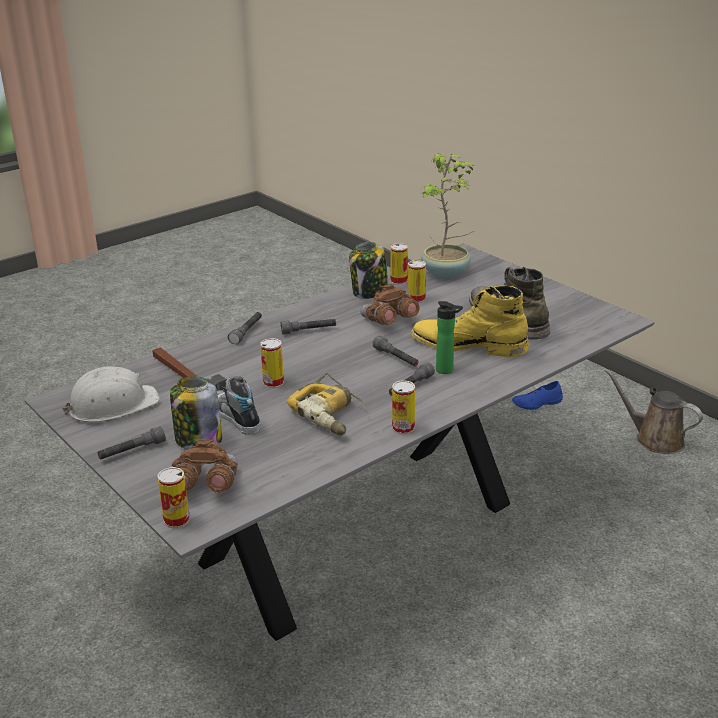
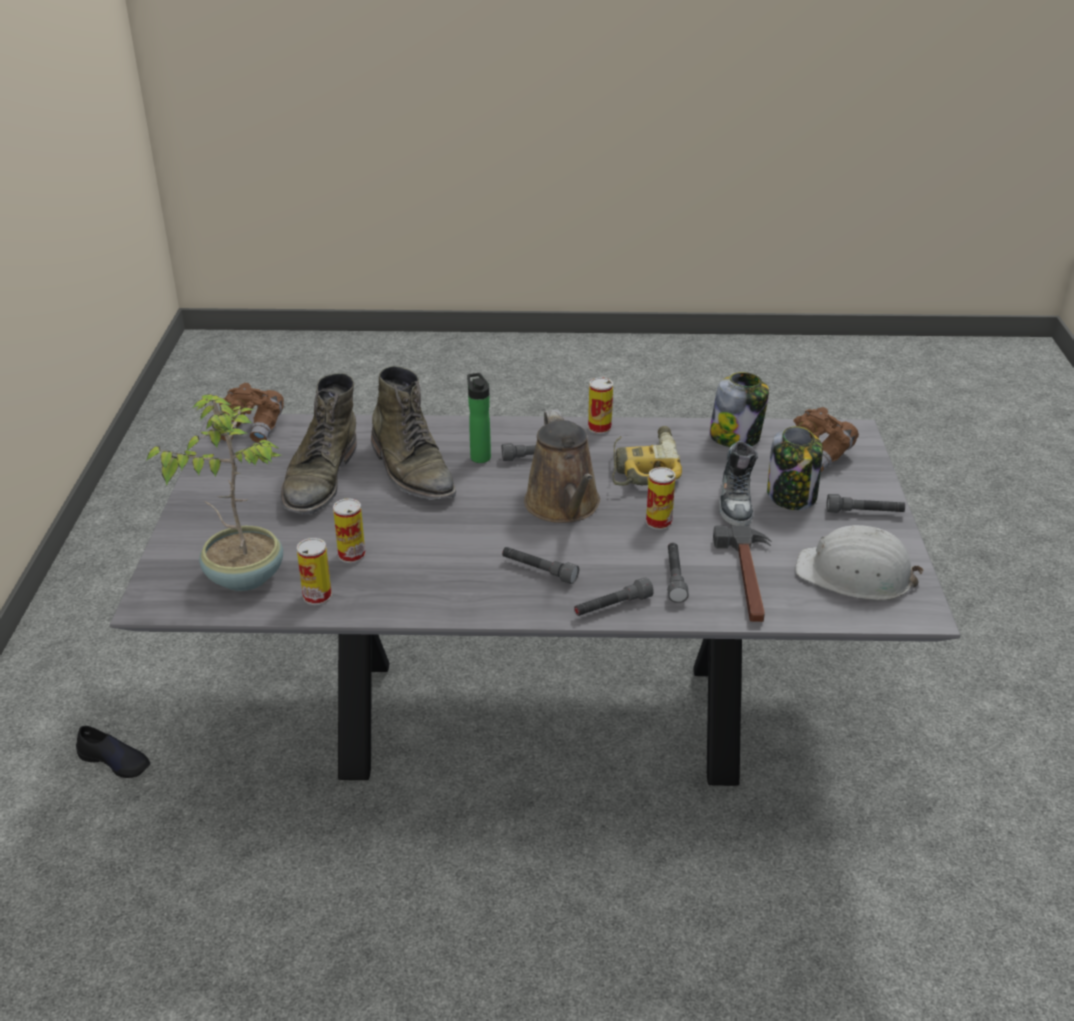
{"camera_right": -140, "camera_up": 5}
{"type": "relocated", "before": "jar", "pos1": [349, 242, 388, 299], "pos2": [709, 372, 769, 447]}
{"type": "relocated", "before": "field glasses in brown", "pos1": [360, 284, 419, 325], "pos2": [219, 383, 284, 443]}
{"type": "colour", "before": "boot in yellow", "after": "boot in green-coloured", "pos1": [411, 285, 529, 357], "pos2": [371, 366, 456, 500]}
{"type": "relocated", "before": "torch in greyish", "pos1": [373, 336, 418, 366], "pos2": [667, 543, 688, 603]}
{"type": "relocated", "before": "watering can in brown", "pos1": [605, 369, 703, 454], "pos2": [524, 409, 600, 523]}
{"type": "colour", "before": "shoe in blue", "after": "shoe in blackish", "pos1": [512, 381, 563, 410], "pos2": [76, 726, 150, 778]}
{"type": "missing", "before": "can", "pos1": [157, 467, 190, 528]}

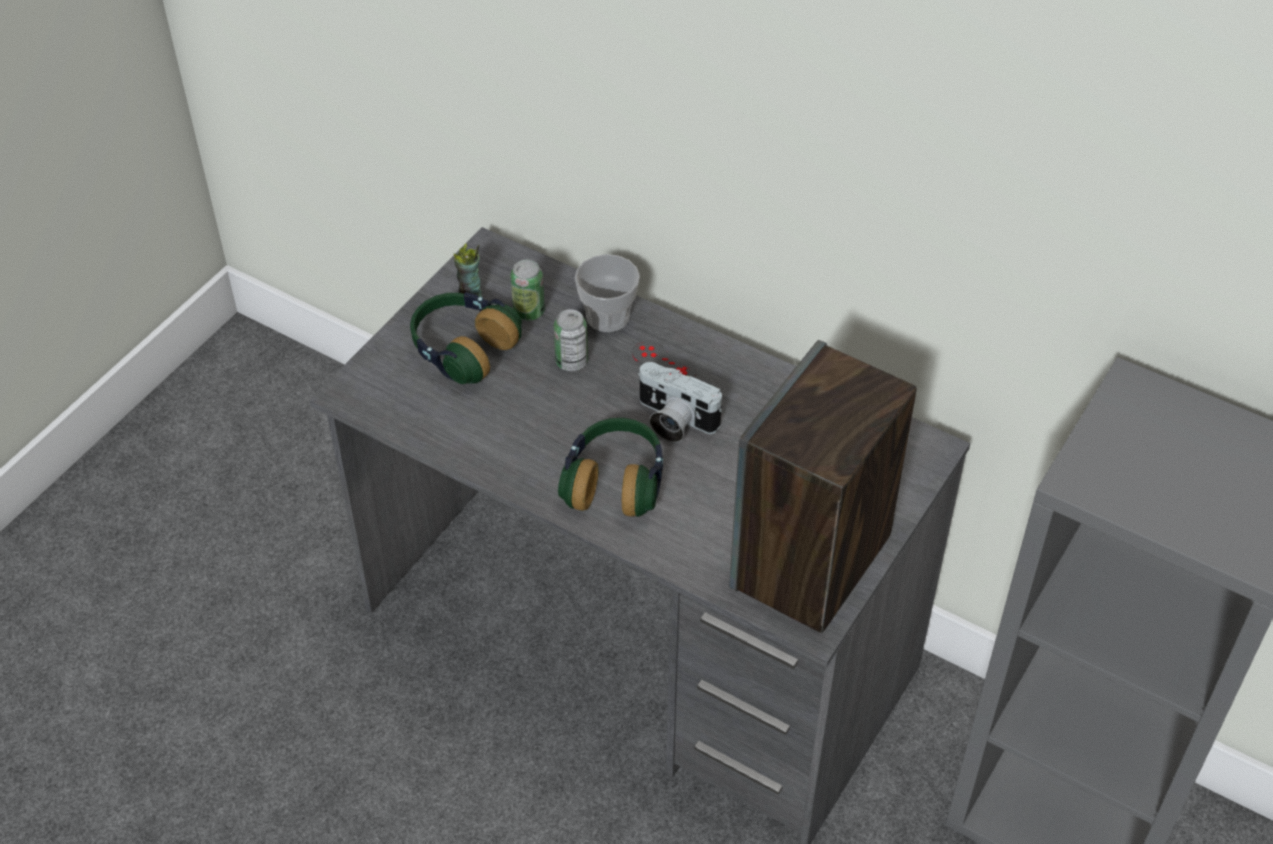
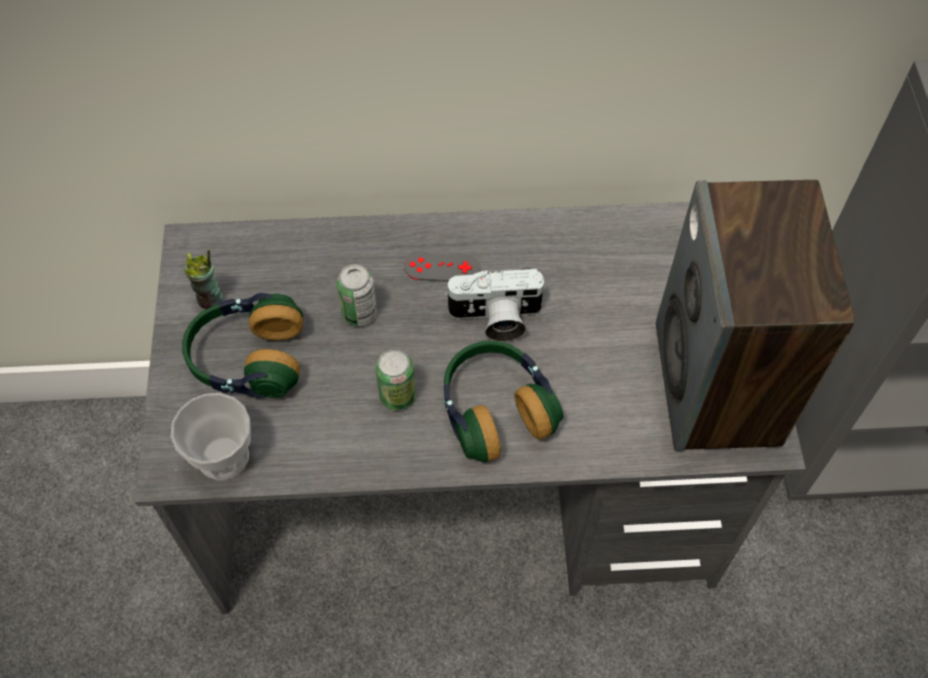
{"camera_right": -35, "camera_up": 10}
{"type": "relocated", "before": "drinking cup", "pos1": [575, 254, 640, 332], "pos2": [171, 393, 251, 480]}
{"type": "relocated", "before": "can", "pos1": [510, 260, 545, 321], "pos2": [375, 349, 416, 410]}

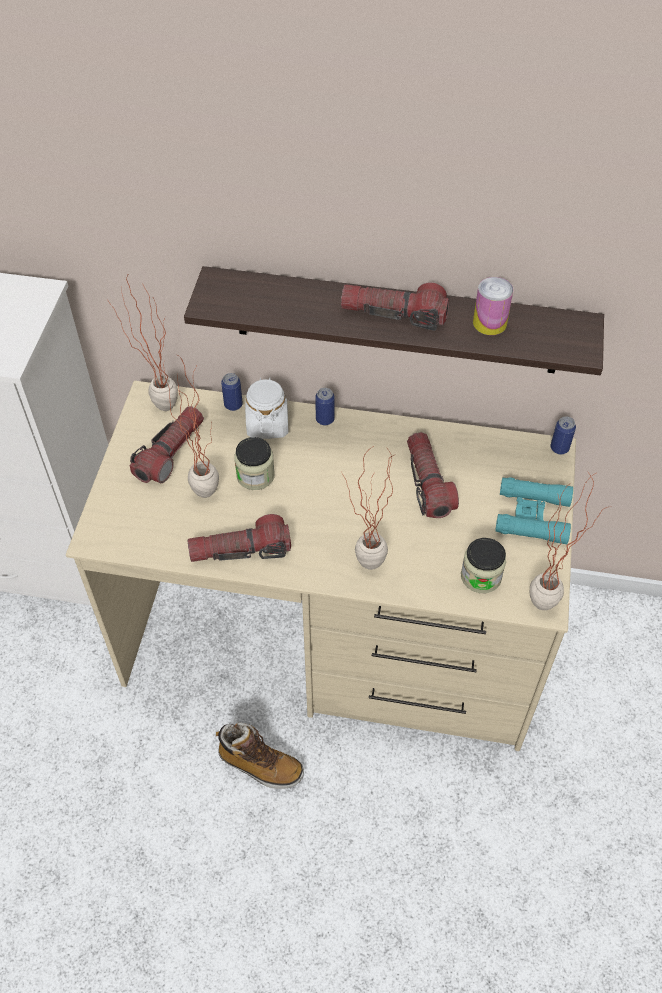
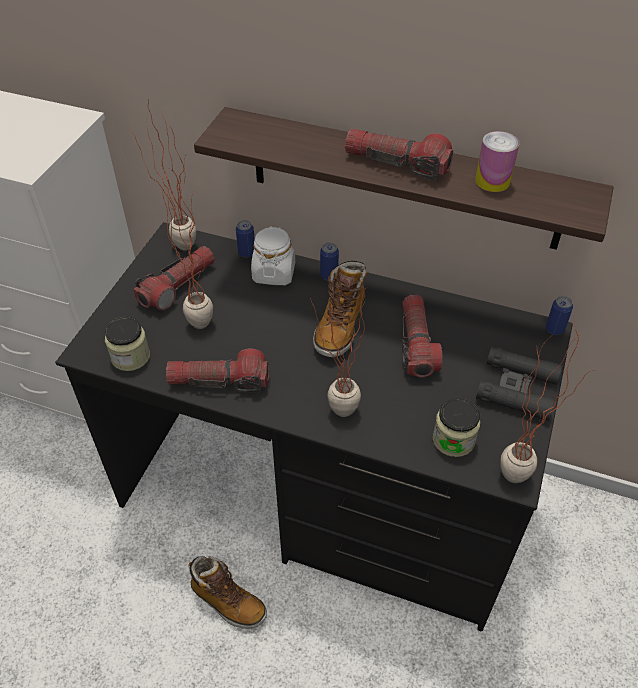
{"camera_right": 10, "camera_up": -5}
{"type": "colour", "before": "desk unit in beige", "after": "desk unit in blackish", "pos1": [66, 381, 576, 751], "pos2": [55, 222, 573, 631]}
{"type": "relocated", "before": "jar", "pos1": [234, 437, 275, 490], "pos2": [105, 317, 150, 371]}
{"type": "colour", "before": "field glasses in turquoise", "after": "field glasses in blackish", "pos1": [495, 477, 573, 545], "pos2": [476, 347, 563, 421]}
{"type": "appeared", "after": "boot", "pos2": [313, 261, 367, 358]}

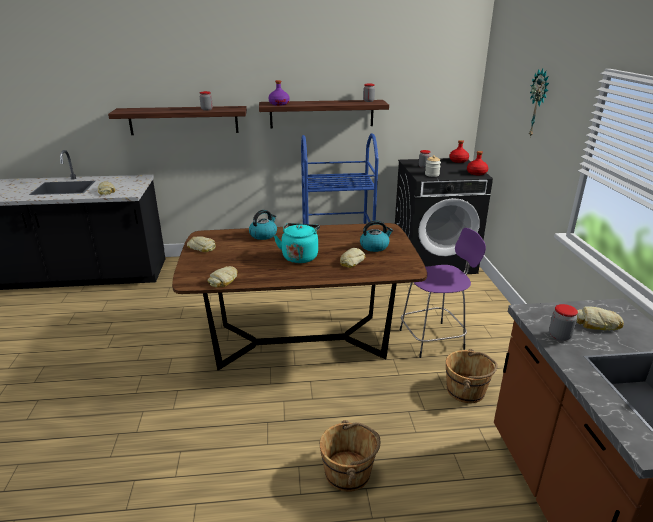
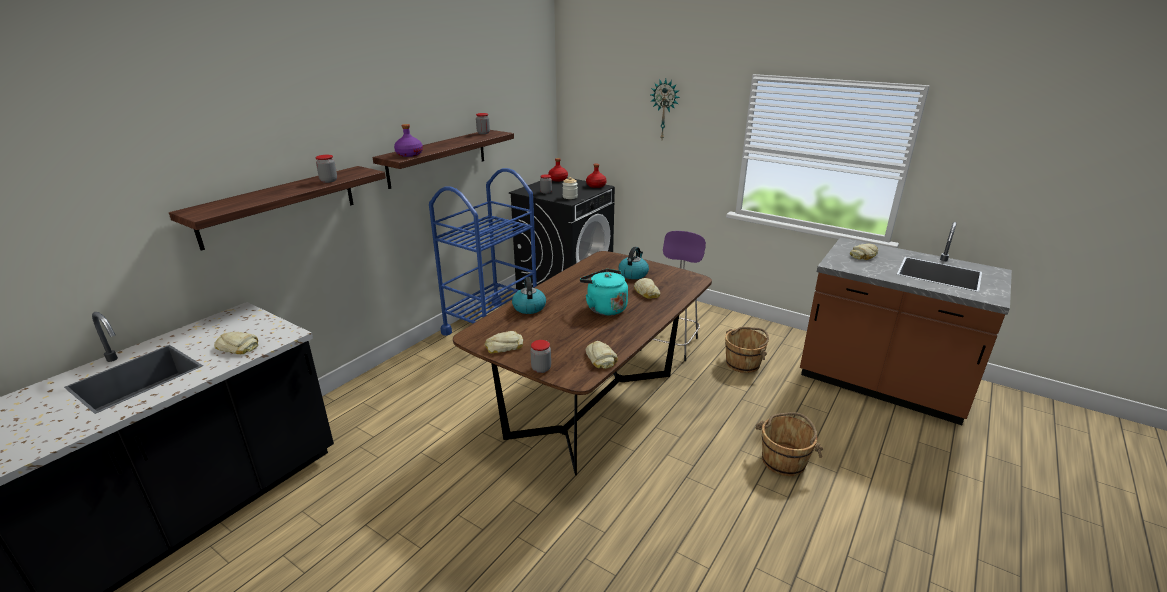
{"camera_right": -50, "camera_up": 0}
{"type": "relocated", "before": "jar", "pos1": [549, 304, 578, 341], "pos2": [530, 340, 551, 373]}

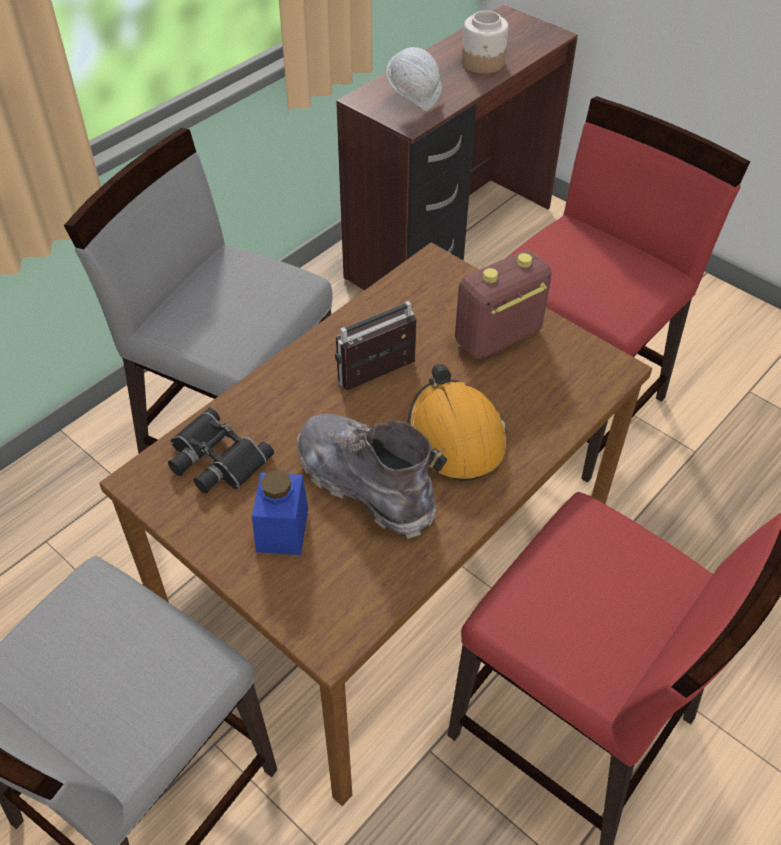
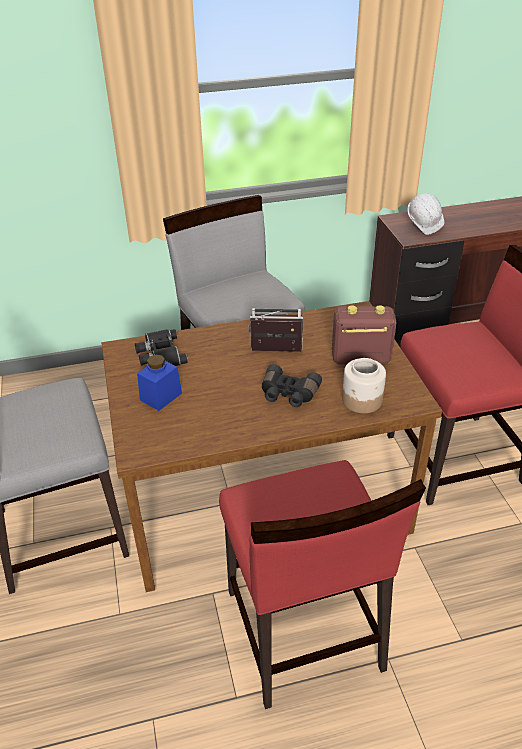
{"camera_right": 35, "camera_up": -10}
{"type": "relocated", "before": "jar", "pos1": [462, 11, 508, 74], "pos2": [342, 358, 386, 413]}
{"type": "exchanged", "before": "hard hat in orangey", "after": "field glasses in blackish", "pos1": [408, 363, 507, 481], "pos2": [262, 364, 322, 407]}
{"type": "missing", "before": "boot in greyish", "pos1": [297, 414, 436, 539]}

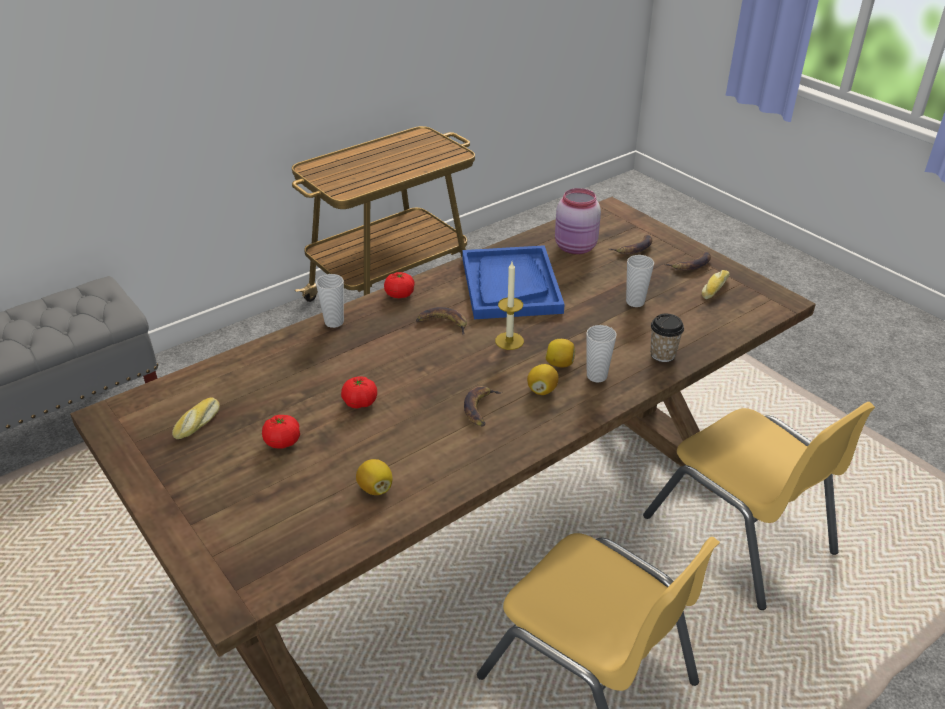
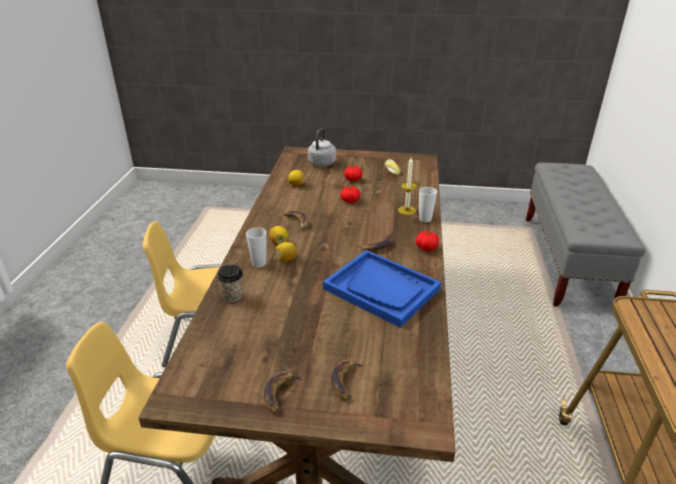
{"camera_right": 135, "camera_up": -5}
{"type": "missing", "before": "jar in pink", "pos1": [555, 188, 601, 254]}
{"type": "missing", "before": "drinking cup", "pos1": [626, 255, 654, 307]}
{"type": "relocated", "before": "wax light", "pos1": [495, 262, 524, 350], "pos2": [398, 157, 417, 215]}
{"type": "missing", "before": "bread", "pos1": [702, 270, 730, 299]}
{"type": "appeared", "after": "kettle in greyish", "pos2": [308, 128, 336, 166]}

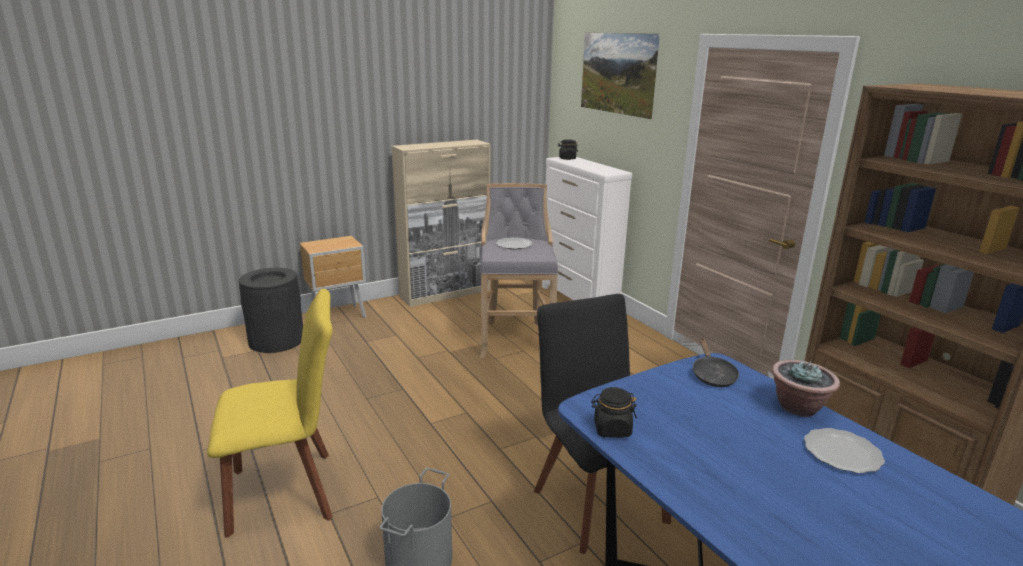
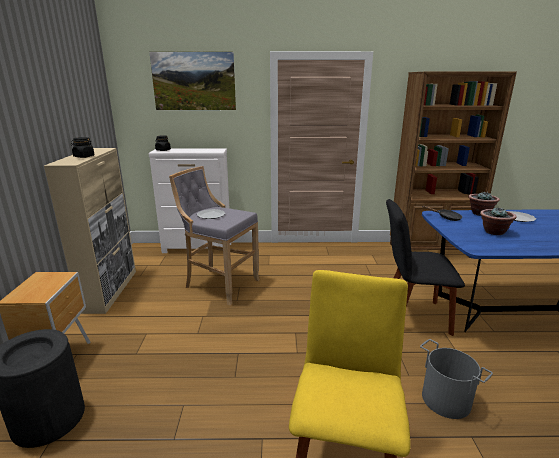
{"camera_right": -60, "camera_up": 0}
{"type": "relocated", "before": "jar in blackish", "pos1": [591, 387, 637, 438], "pos2": [71, 137, 95, 158]}
{"type": "appeared", "after": "potted plant", "pos2": [480, 207, 516, 235]}

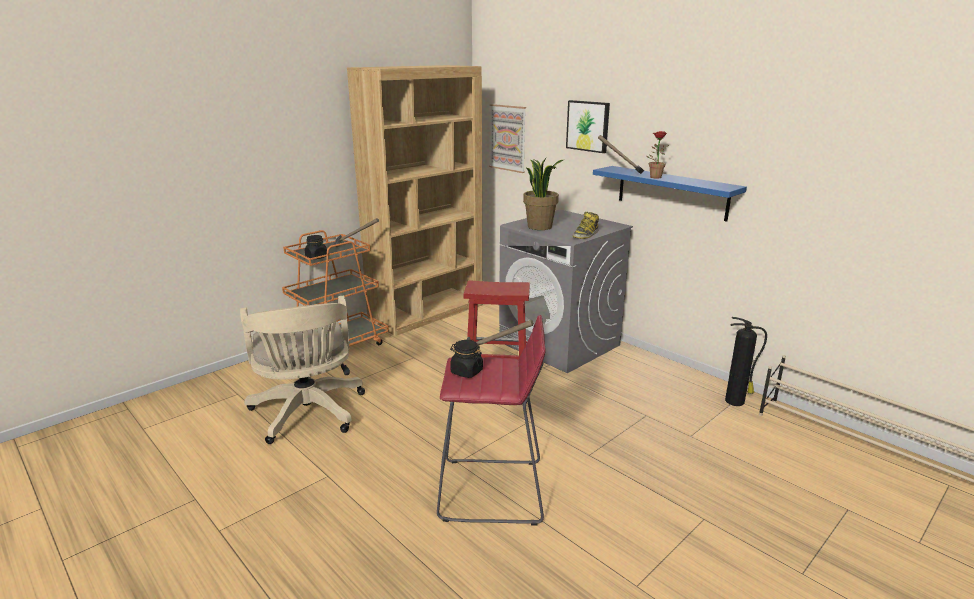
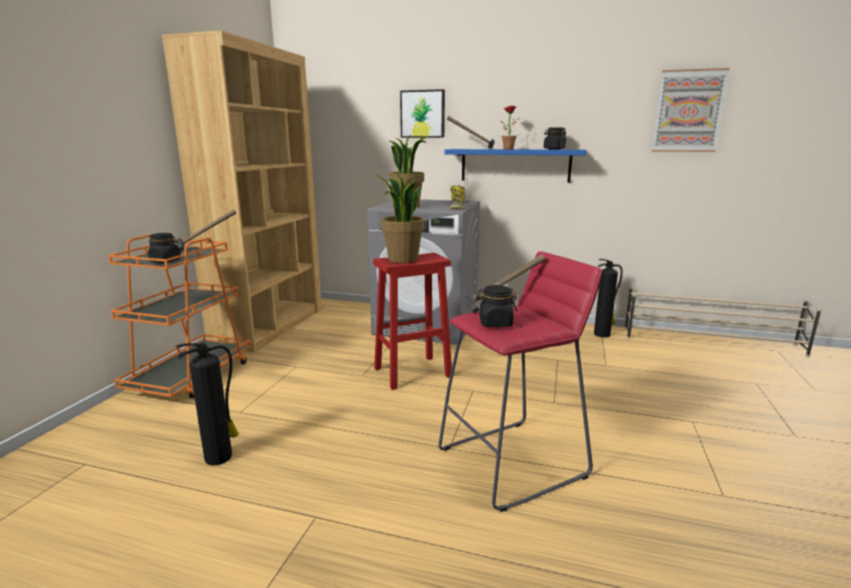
{"camera_right": -30, "camera_up": -5}
{"type": "relocated", "before": "picture", "pos1": [489, 104, 526, 173], "pos2": [651, 68, 730, 152]}
{"type": "exchanged", "before": "desk chair in beige", "after": "extinguisher", "pos1": [240, 296, 365, 444], "pos2": [176, 343, 239, 465]}
{"type": "appeared", "after": "jar in blackish", "pos2": [544, 127, 566, 149]}
{"type": "appeared", "after": "potted plant", "pos2": [375, 173, 424, 263]}

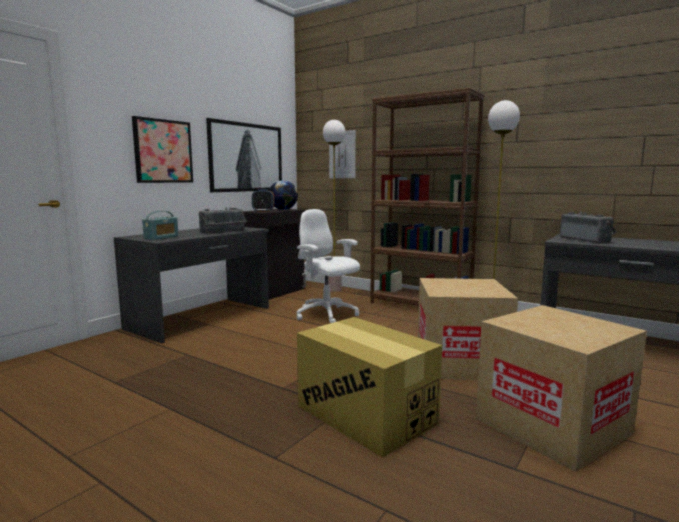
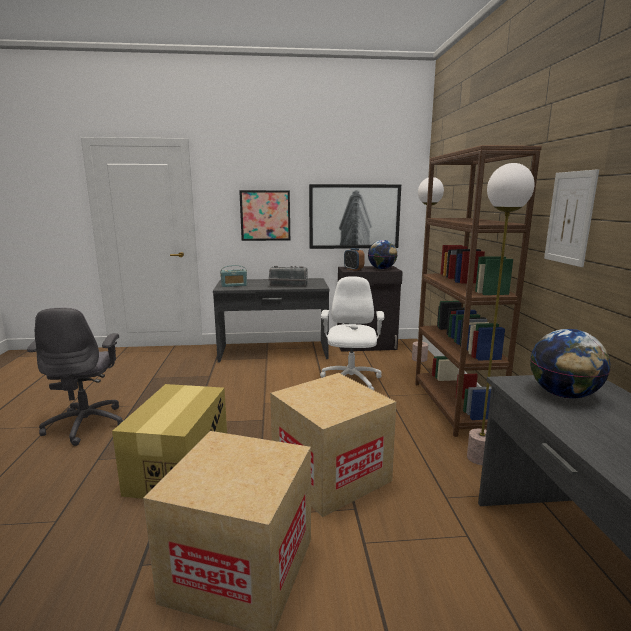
{"camera_right": 50, "camera_up": 5}
{"type": "relocated", "before": "picture", "pos1": [329, 130, 356, 178], "pos2": [544, 169, 599, 267]}
{"type": "exchanged", "before": "radio set", "after": "world globe", "pos1": [560, 212, 617, 244], "pos2": [530, 329, 610, 399]}
{"type": "appeared", "after": "desk chair in greyish", "pos2": [27, 308, 124, 446]}

